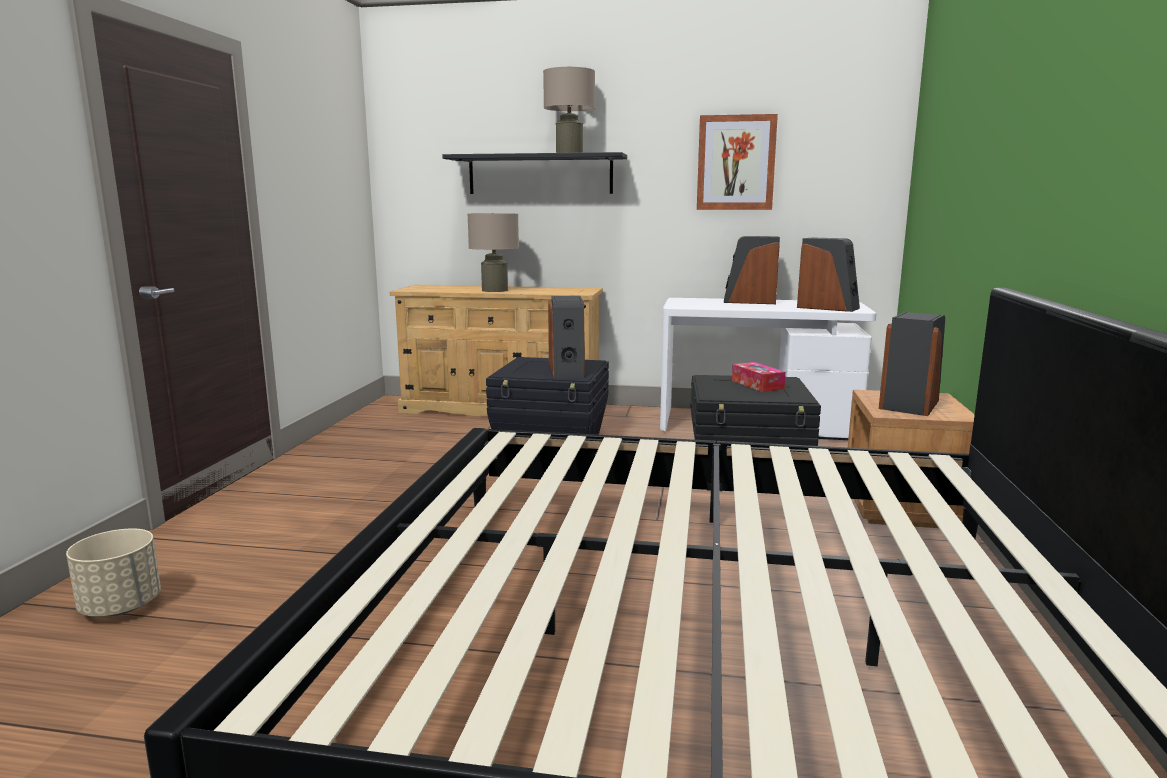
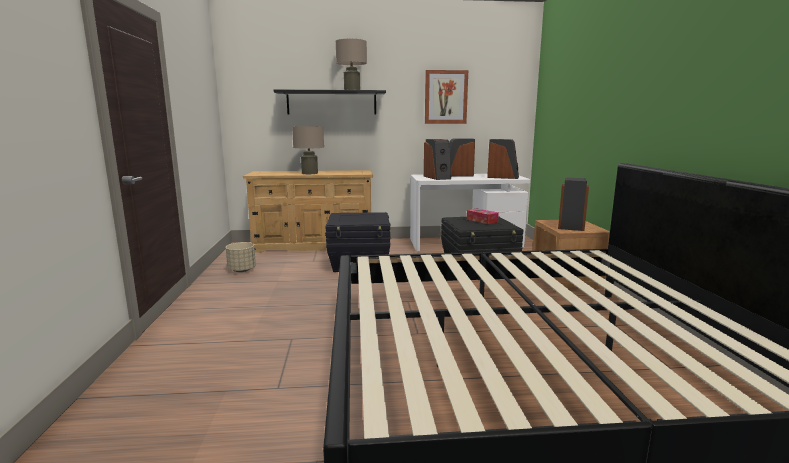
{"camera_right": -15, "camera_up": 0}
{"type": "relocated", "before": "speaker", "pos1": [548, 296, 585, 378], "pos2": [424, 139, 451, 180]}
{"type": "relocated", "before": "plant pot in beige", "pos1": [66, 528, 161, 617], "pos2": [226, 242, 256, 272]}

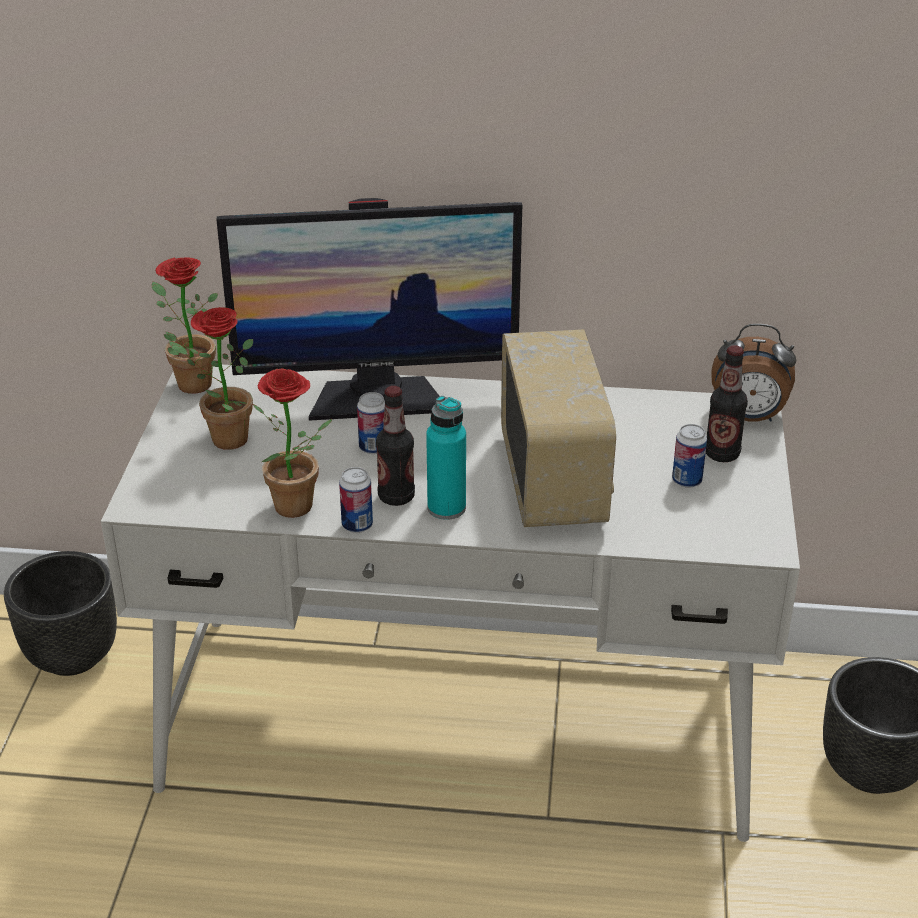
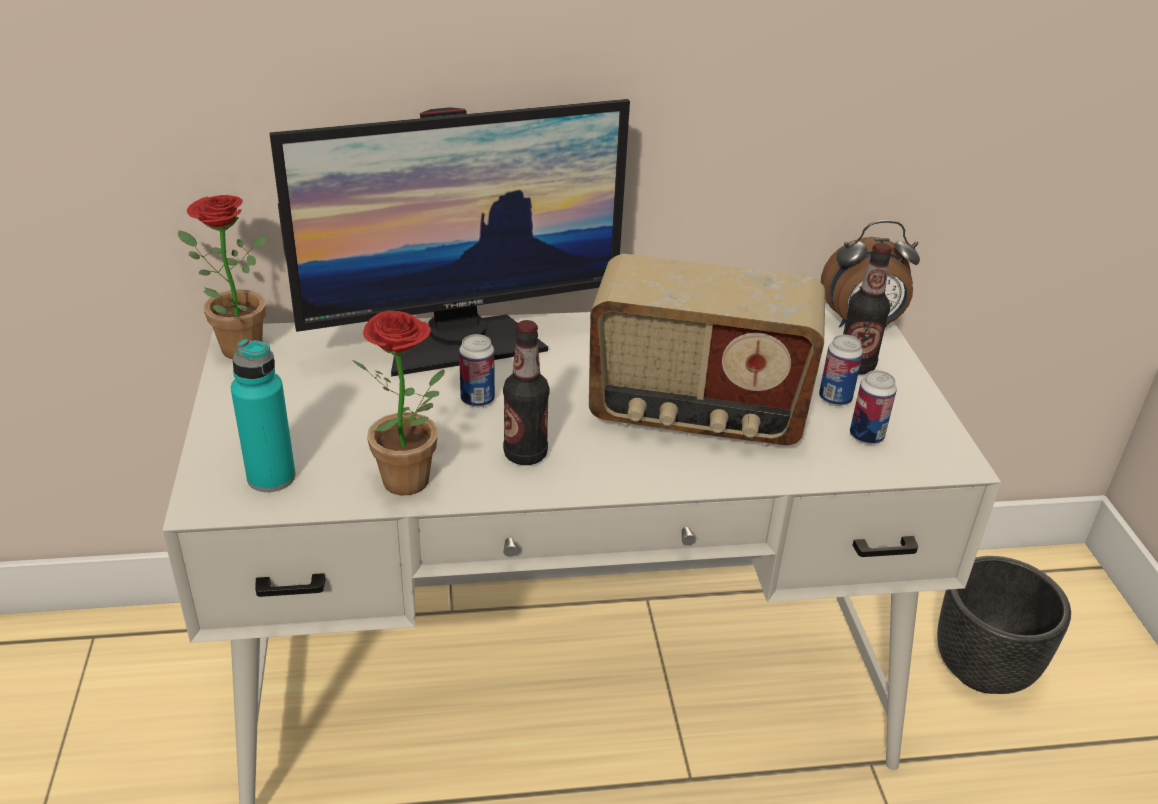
{"camera_right": -15, "camera_up": 0}
{"type": "missing", "before": "potted plant", "pos1": [169, 307, 253, 450]}
{"type": "spun", "before": "radio set", "pos1": [501, 329, 616, 527], "pos2": [589, 254, 825, 447], "turn": 120}
{"type": "relocated", "before": "bottle in turquoise", "pos1": [426, 396, 466, 520], "pos2": [231, 339, 296, 492]}
{"type": "relocated", "before": "can", "pos1": [339, 467, 373, 533], "pos2": [850, 370, 897, 444]}
{"type": "missing", "before": "plant pot in blackish", "pos1": [4, 551, 117, 676]}

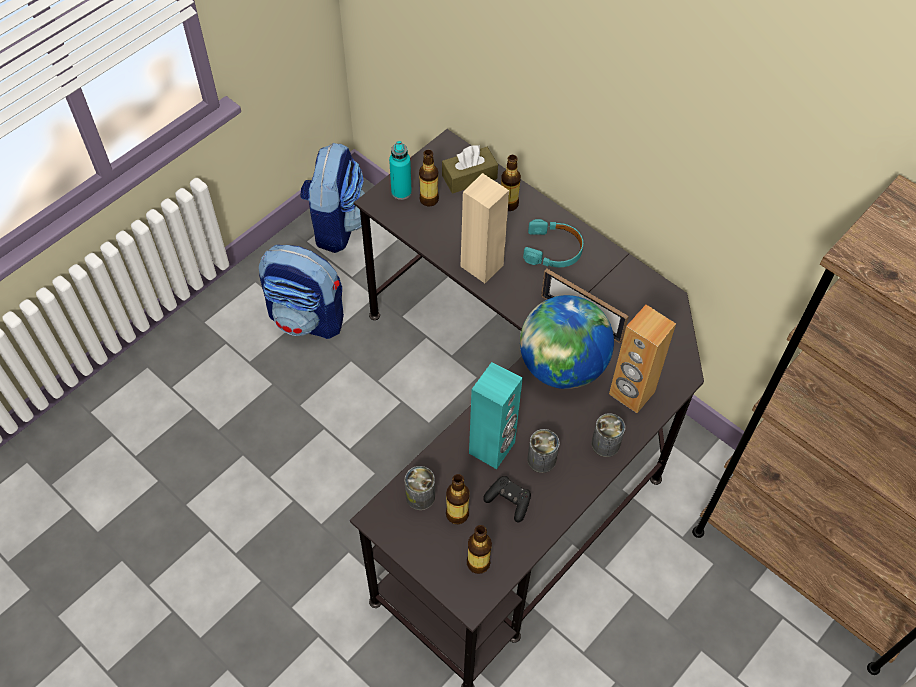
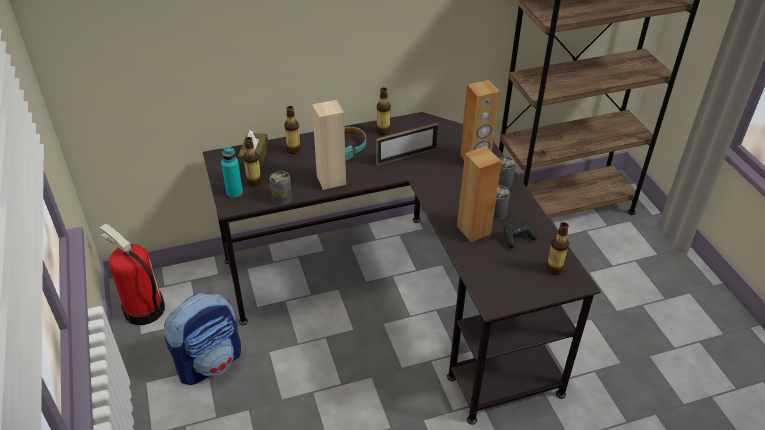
{"camera_right": -60, "camera_up": -15}
{"type": "exchanged", "before": "backpack", "after": "extinguisher", "pos1": [300, 143, 365, 253], "pos2": [99, 223, 165, 325]}
{"type": "missing", "before": "world globe", "pos1": [520, 295, 614, 389]}
{"type": "colour", "before": "speaker in turquoise", "after": "speaker in brown", "pos1": [469, 362, 523, 469], "pos2": [457, 146, 502, 242]}
{"type": "relocated", "before": "can", "pos1": [405, 466, 435, 510], "pos2": [270, 171, 292, 205]}
{"type": "relocated", "before": "bottle", "pos1": [446, 474, 469, 524], "pos2": [376, 87, 391, 135]}

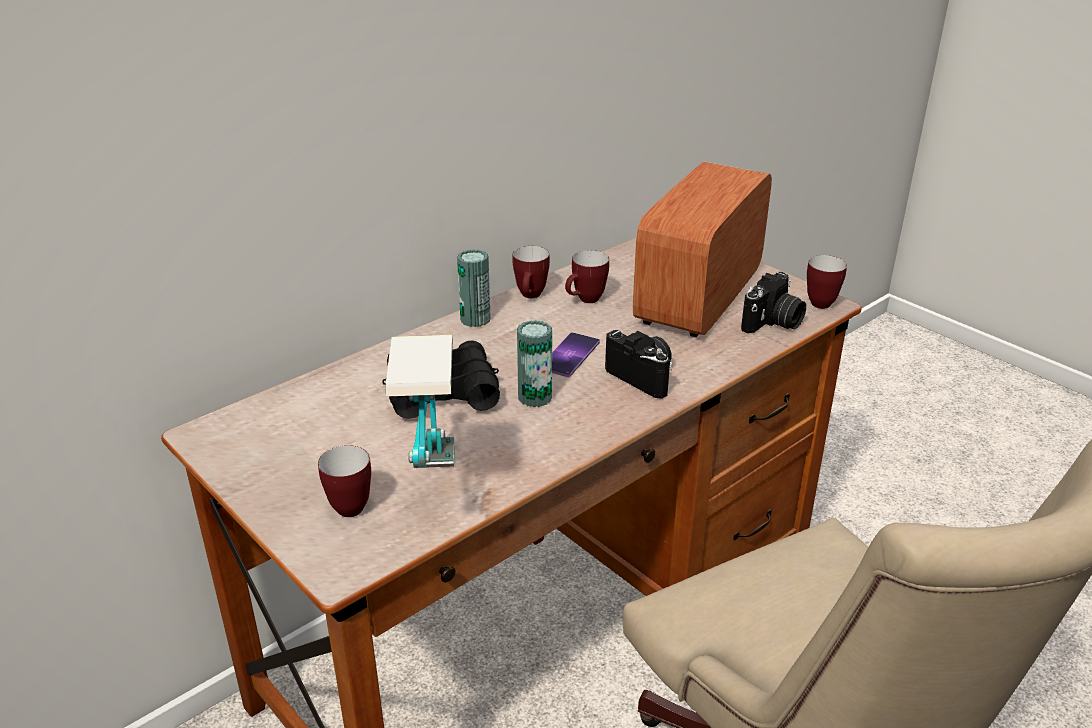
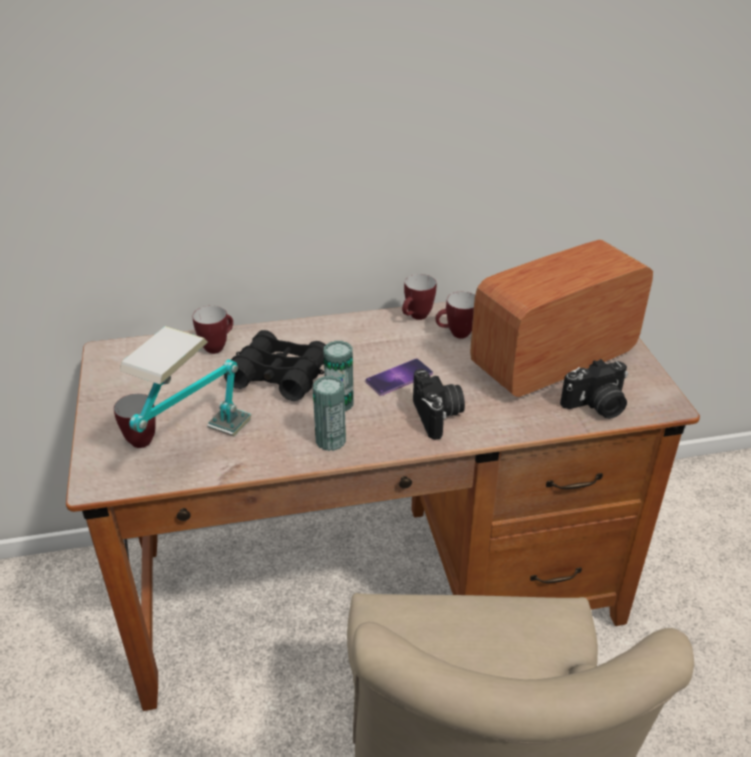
{"camera_right": 30, "camera_up": 5}
{"type": "relocated", "before": "can", "pos1": [457, 249, 491, 327], "pos2": [313, 376, 346, 451]}
{"type": "relocated", "before": "coffee mug", "pos1": [807, 255, 847, 309], "pos2": [193, 306, 233, 354]}

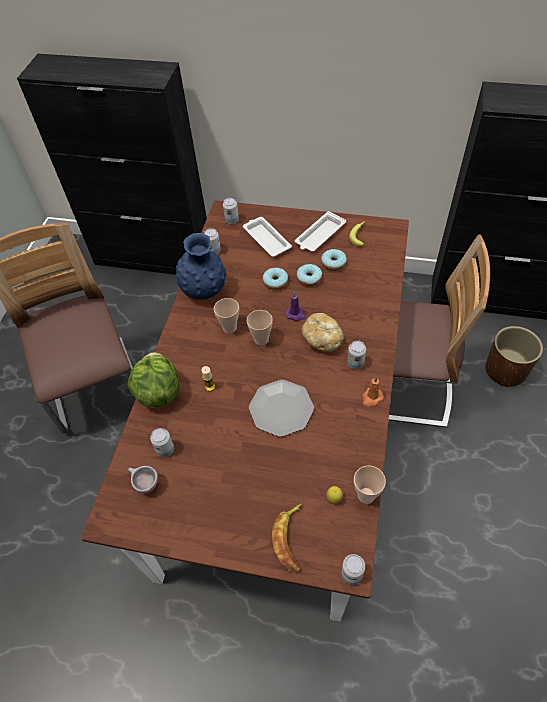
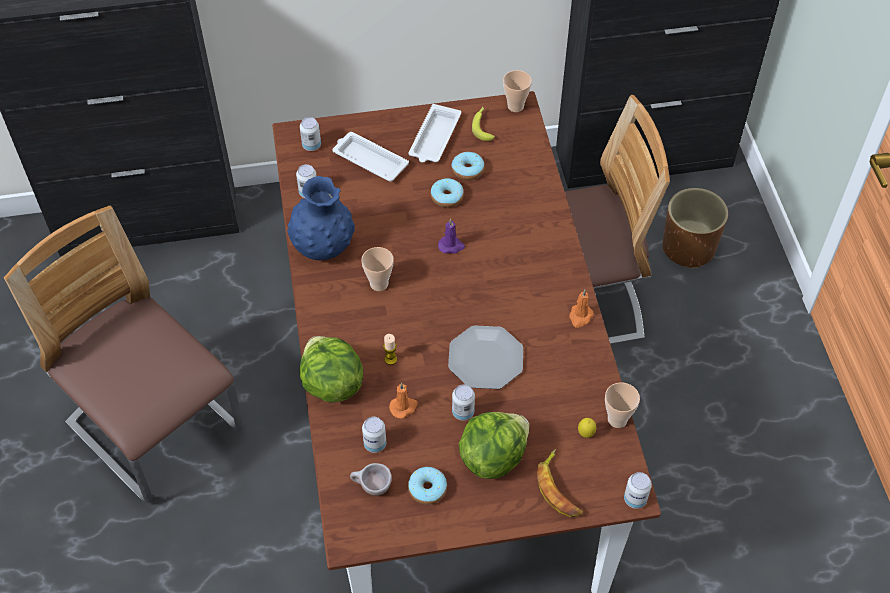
{"camera_right": -25, "camera_up": 0}
{"type": "relocated", "before": "ring doughnut", "pos1": [263, 268, 288, 290], "pos2": [408, 467, 447, 505]}
{"type": "relocated", "before": "drinking cup", "pos1": [247, 310, 273, 345], "pos2": [503, 70, 532, 112]}
{"type": "missing", "before": "bread", "pos1": [301, 313, 344, 352]}
{"type": "relocated", "before": "can", "pos1": [347, 340, 366, 369], "pos2": [452, 385, 475, 421]}
{"type": "appeared", "after": "wax light in orangey", "pos2": [389, 383, 418, 418]}
{"type": "appeared", "after": "lettuce head", "pos2": [459, 412, 529, 479]}

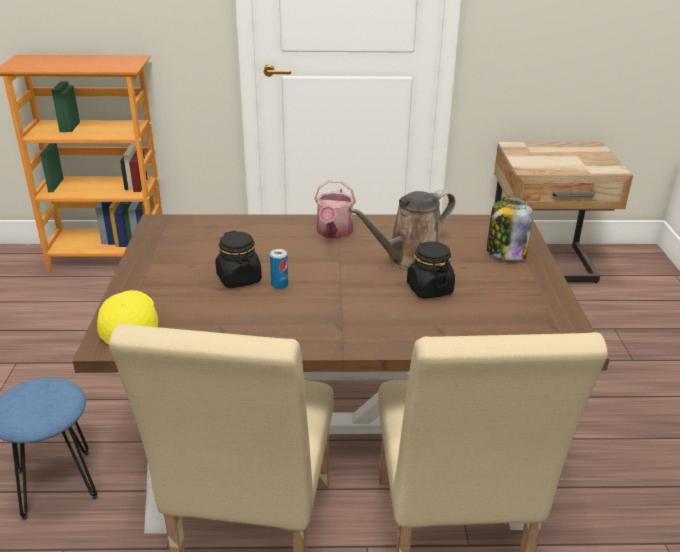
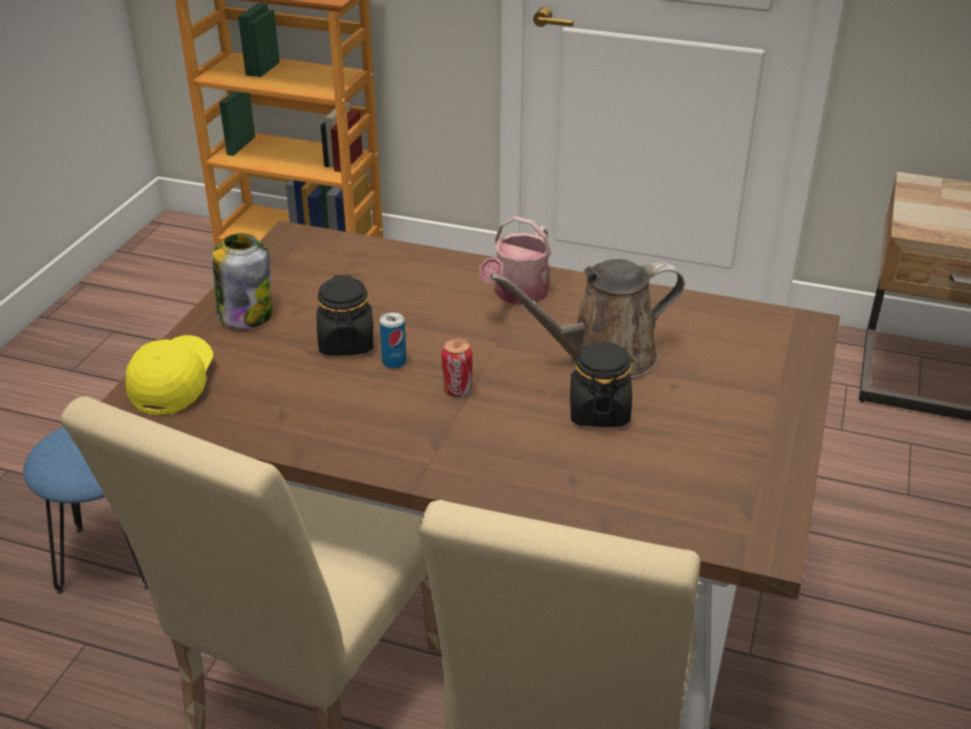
{"camera_right": 20, "camera_up": 5}
{"type": "relocated", "before": "jar", "pos1": [487, 197, 533, 261], "pos2": [213, 233, 273, 328]}
{"type": "appeared", "after": "can", "pos2": [441, 338, 473, 397]}

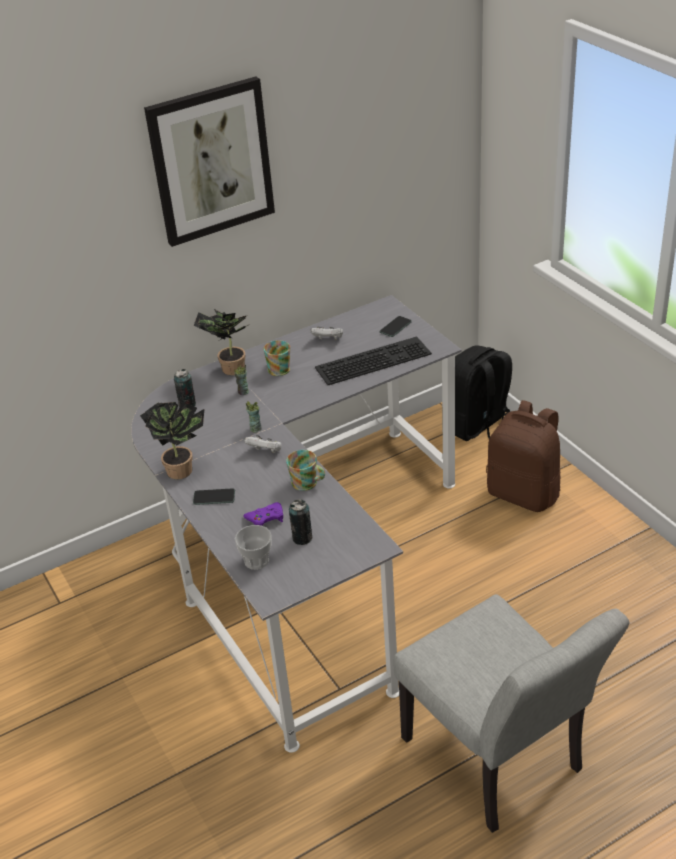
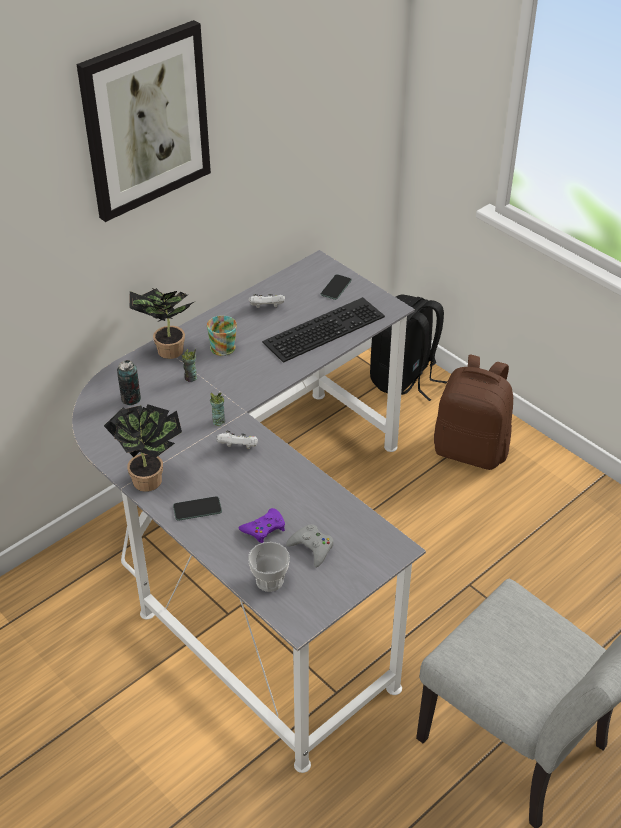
{"camera_right": -15, "camera_up": 5}
{"type": "missing", "before": "coffee mug", "pos1": [286, 450, 325, 491]}
{"type": "exchanged", "before": "can", "after": "game controller in greyish", "pos1": [289, 499, 312, 545], "pos2": [286, 524, 334, 567]}

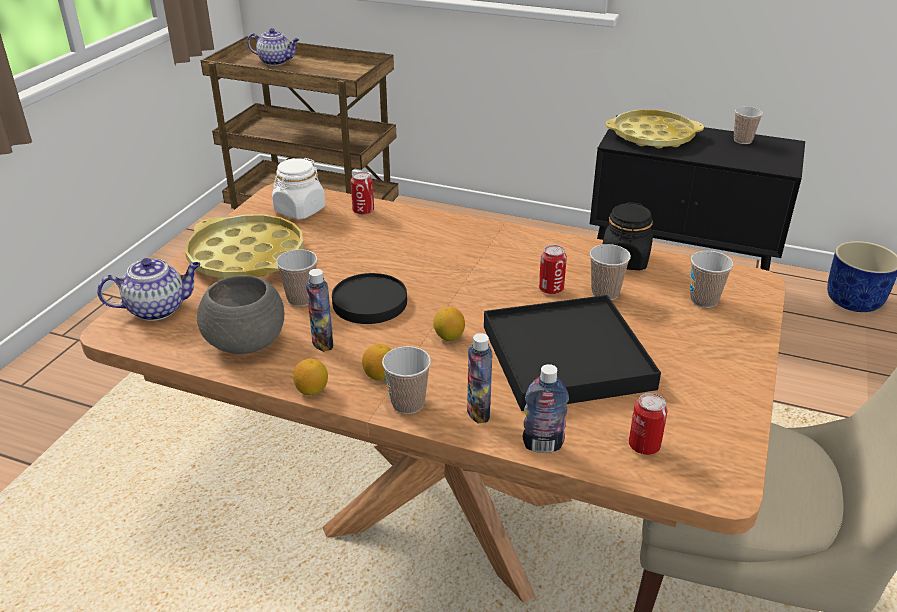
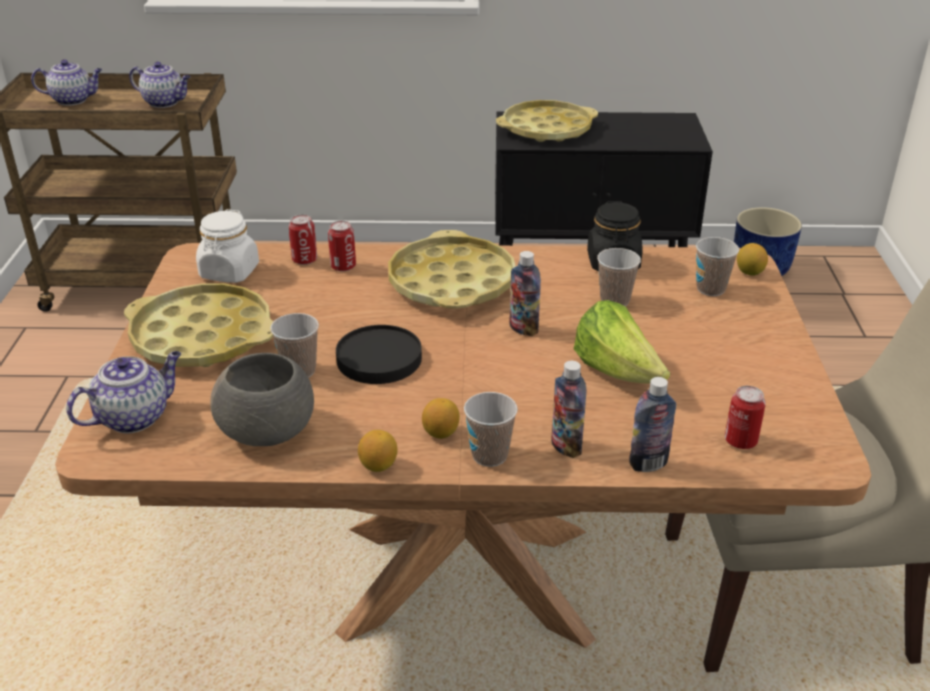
{"camera_right": -20, "camera_up": 0}
{"type": "missing", "before": "drinking cup", "pos1": [734, 107, 763, 144]}
{"type": "relocated", "before": "can", "pos1": [539, 245, 567, 294], "pos2": [328, 221, 356, 272]}
{"type": "relocated", "before": "bottle", "pos1": [306, 269, 334, 352], "pos2": [509, 251, 541, 336]}
{"type": "exchanged", "before": "tray in blackish", "after": "lettuce head", "pos1": [484, 295, 661, 411], "pos2": [574, 300, 670, 384]}
{"type": "relocated", "before": "citrus fruit", "pos1": [433, 307, 465, 341], "pos2": [737, 243, 768, 276]}
{"type": "appeared", "after": "pot for tea", "pos2": [129, 62, 191, 108]}
{"type": "appeared", "after": "tray in yellow", "pos2": [388, 230, 516, 309]}

